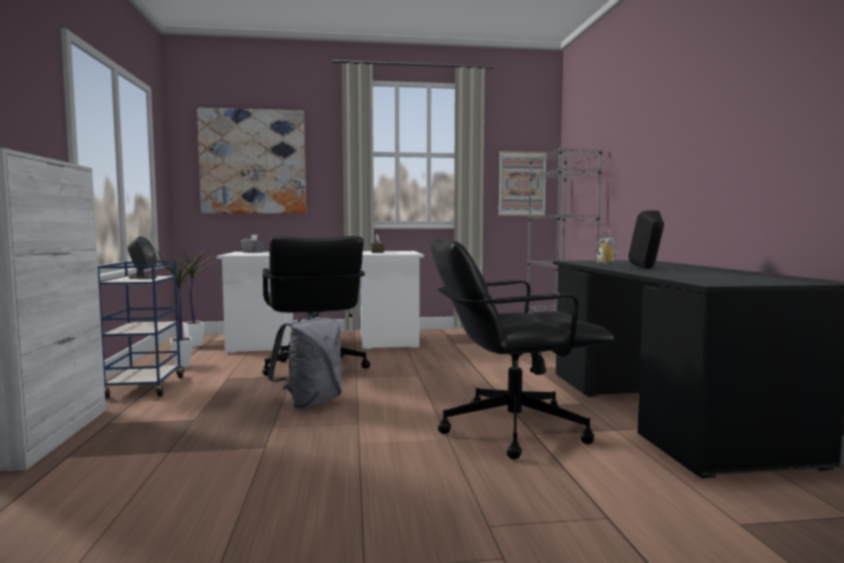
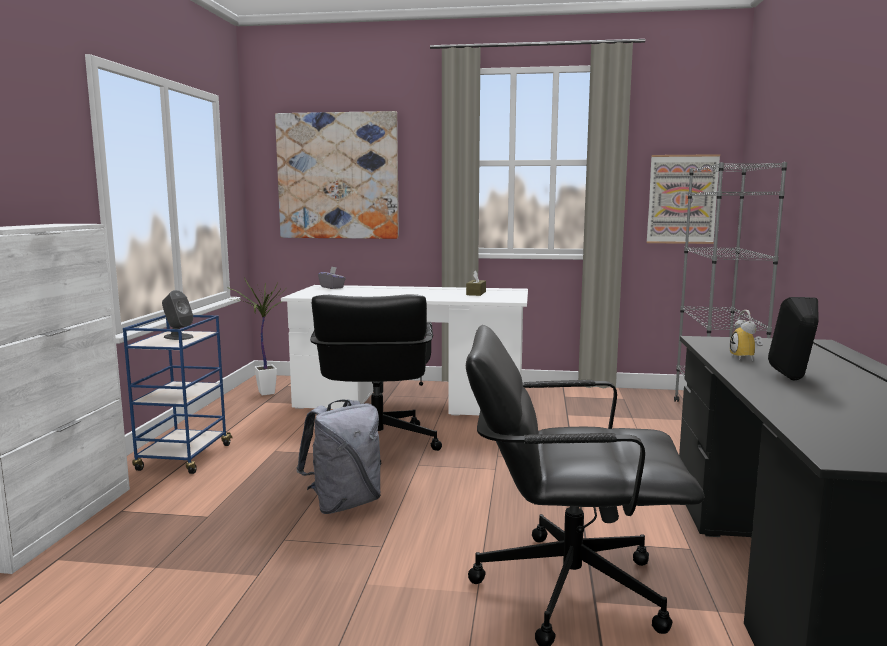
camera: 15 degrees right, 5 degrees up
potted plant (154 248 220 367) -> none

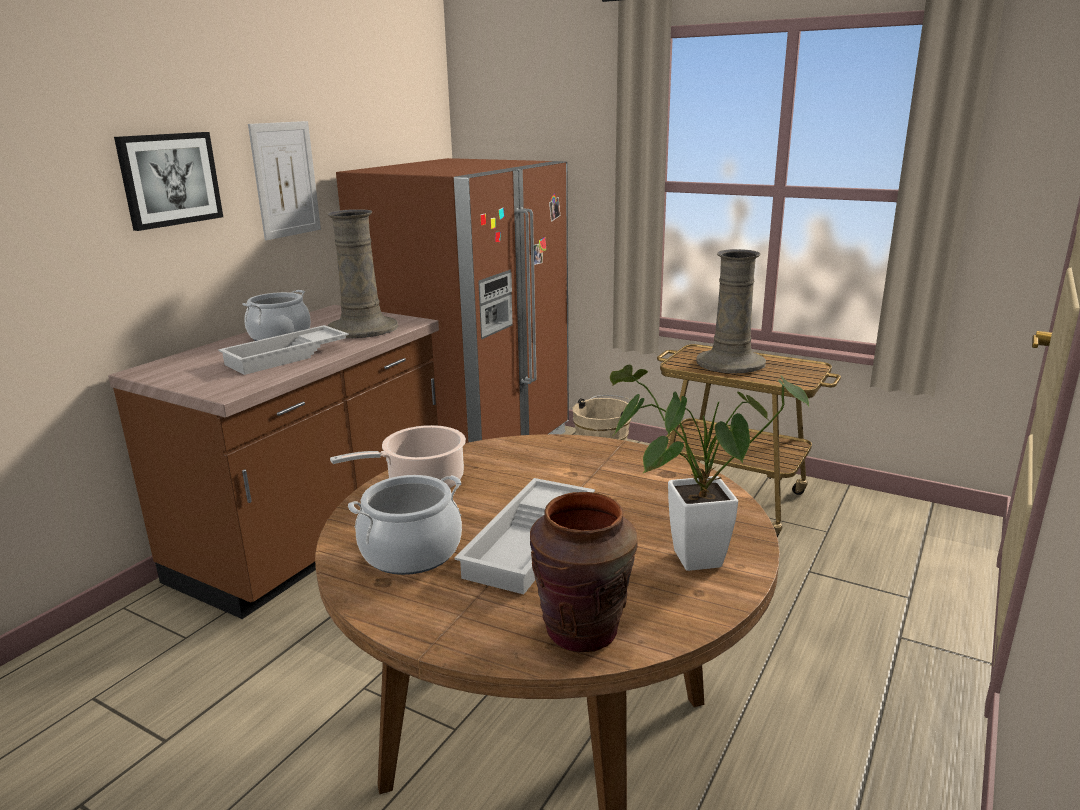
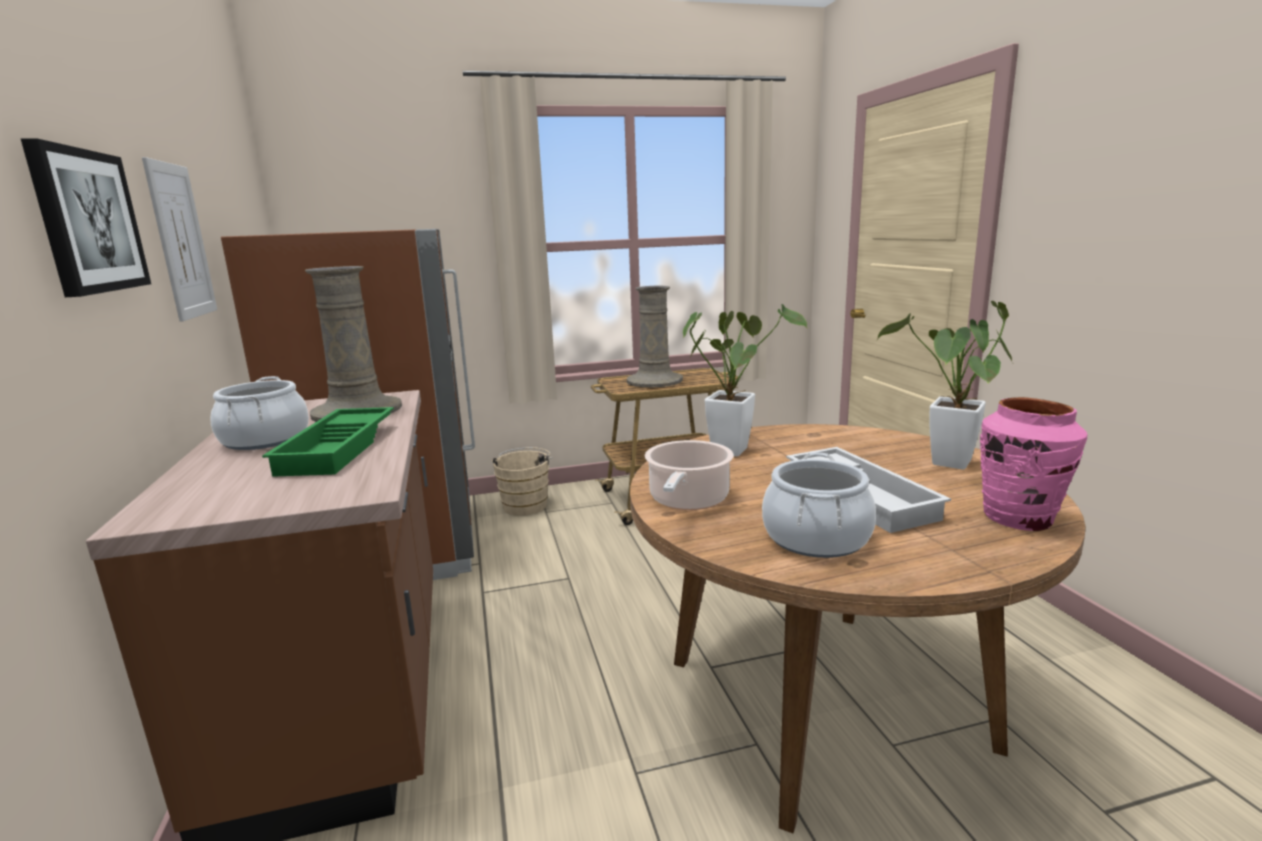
camera: 45 degrees left, 5 degrees down
tray (white) (218 325 349 375) -> tray (greenish) (262 407 394 477)
decorative vase (brown-coloured) (530 492 638 652) -> decorative vase (pinkish) (980 397 1087 531)
none -> potted plant (683 304 808 456)

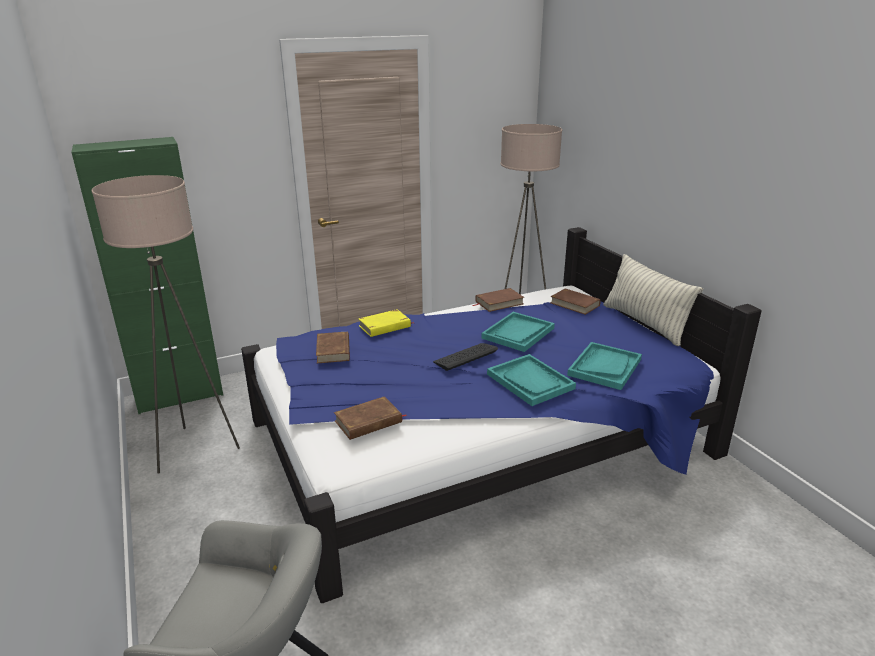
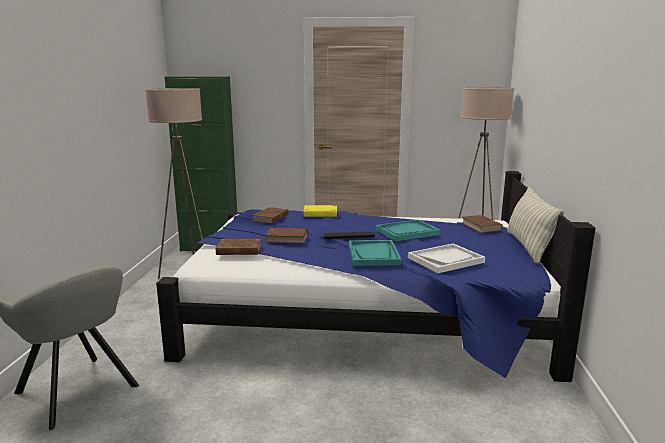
camera: 30 degrees right, 10 degrees down
bound book (brown-coloured) (473 288 525 312) -> bound book (brown-coloured) (262 228 308 243), move
tray (turquoise) (567 342 642 390) -> tray (white) (408 244 485 273)

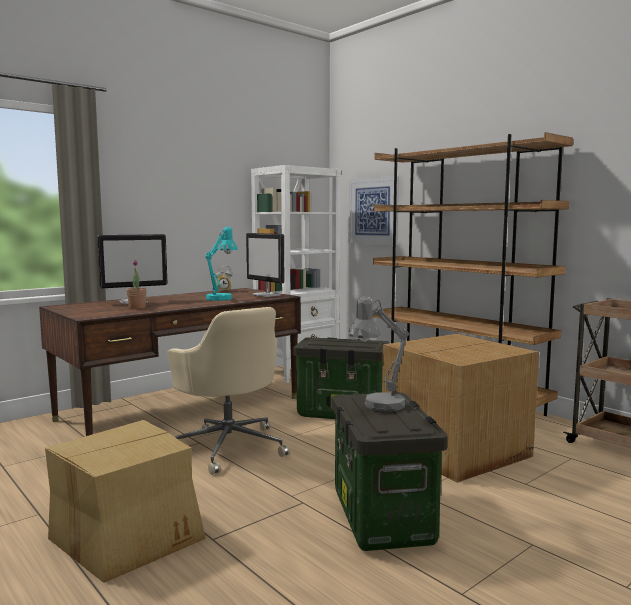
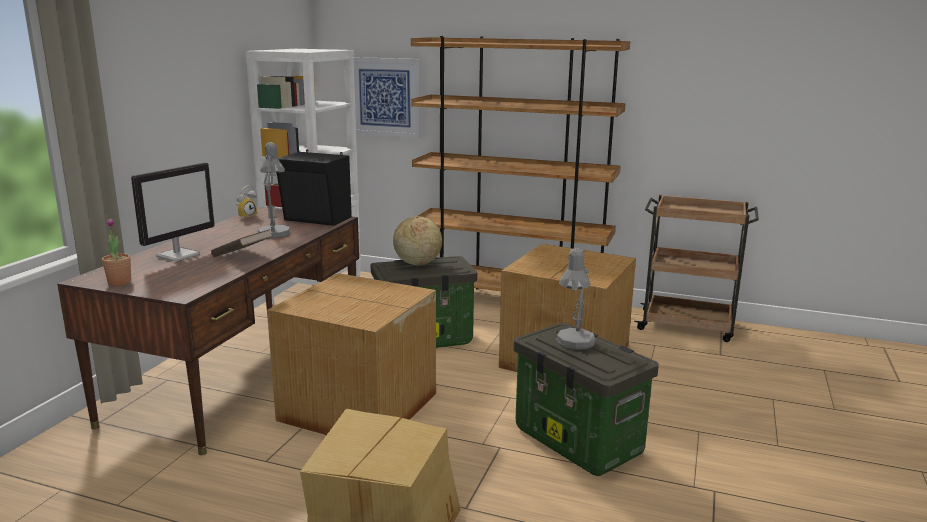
camera: 30 degrees left, 10 degrees up
potted plant (127 260 146 309) -> potted plant (102 218 131 285), move
office chair (beige-coloured) (167 307 290 475) -> carton (267 273 436 435)
lamp for a table (turquoise) (205 227 238 301) -> lamp for a table (gray) (258 142 291 239)
computer screen (246 233 284 297) -> speaker (blackish) (277 150 352 226)
none -> bound book (brown-coloured) (211 229 273 257)
none -> globe (393 216 442 265)

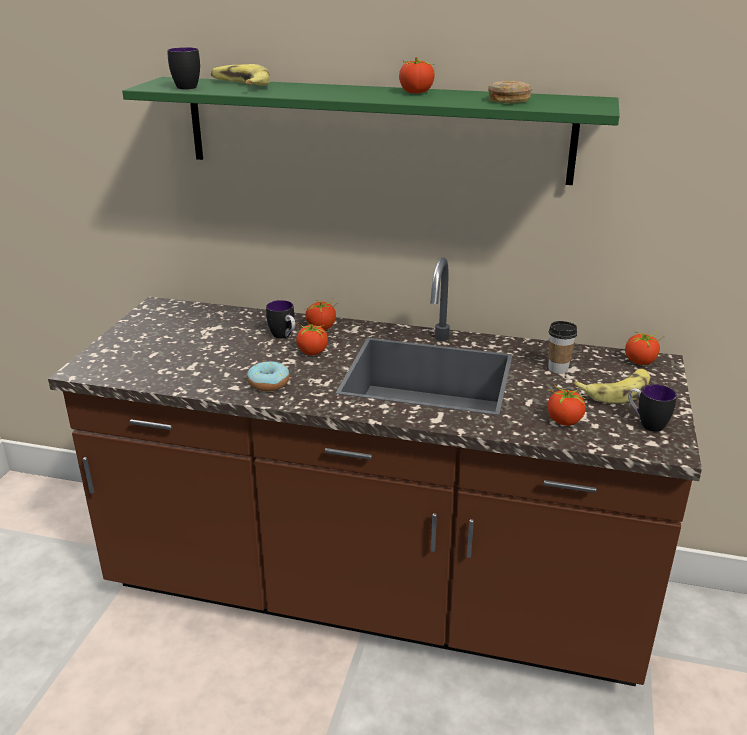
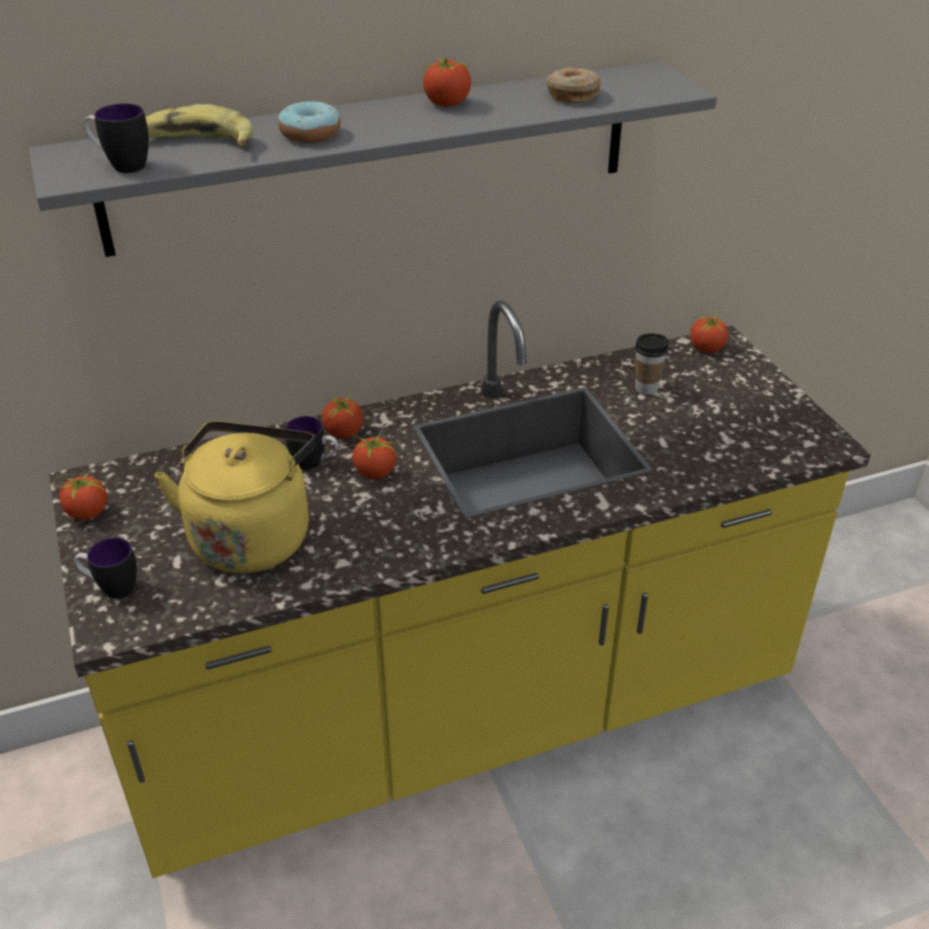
camera: 35 degrees left, 10 degrees up
kitchen counter (brown-coloured) (48 257 702 686) -> kitchen counter (yellow-coloured) (49 301 871 878)
bracket shelf (greenish) (122 77 620 185) -> bracket shelf (gray) (29 61 717 257)
ring doughnut (247 361 290 391) -> ring doughnut (278 100 341 143), move
whole tomato (548 383 588 426) -> whole tomato (53 471 107 520), move
banana (573 369 650 403) -> none
tea mug (628 384 677 432) -> tea mug (74 538 137 599), move
none -> water kettle (yellow-coloured) (155 421 316 573)

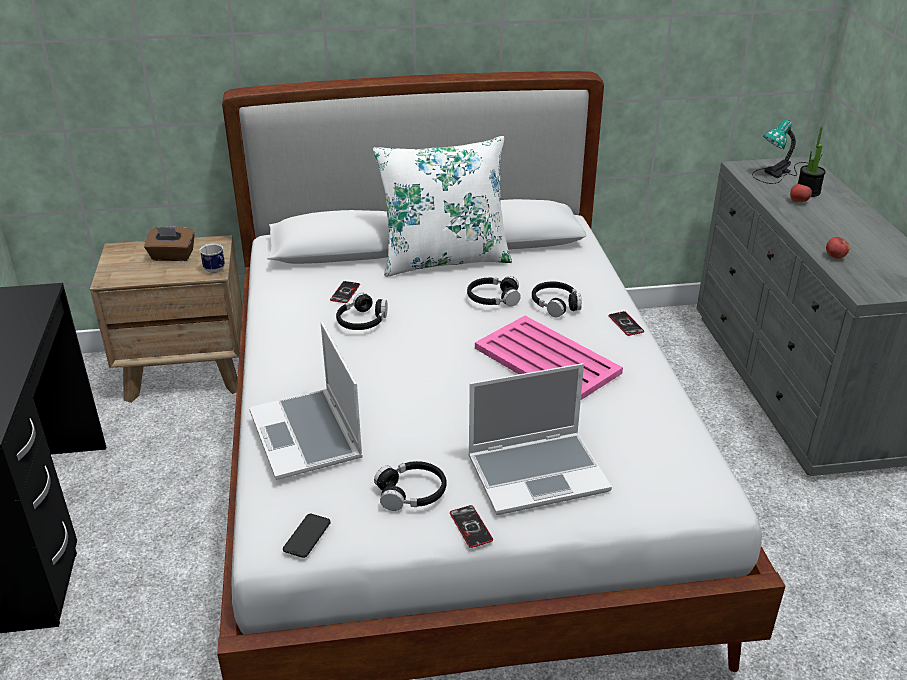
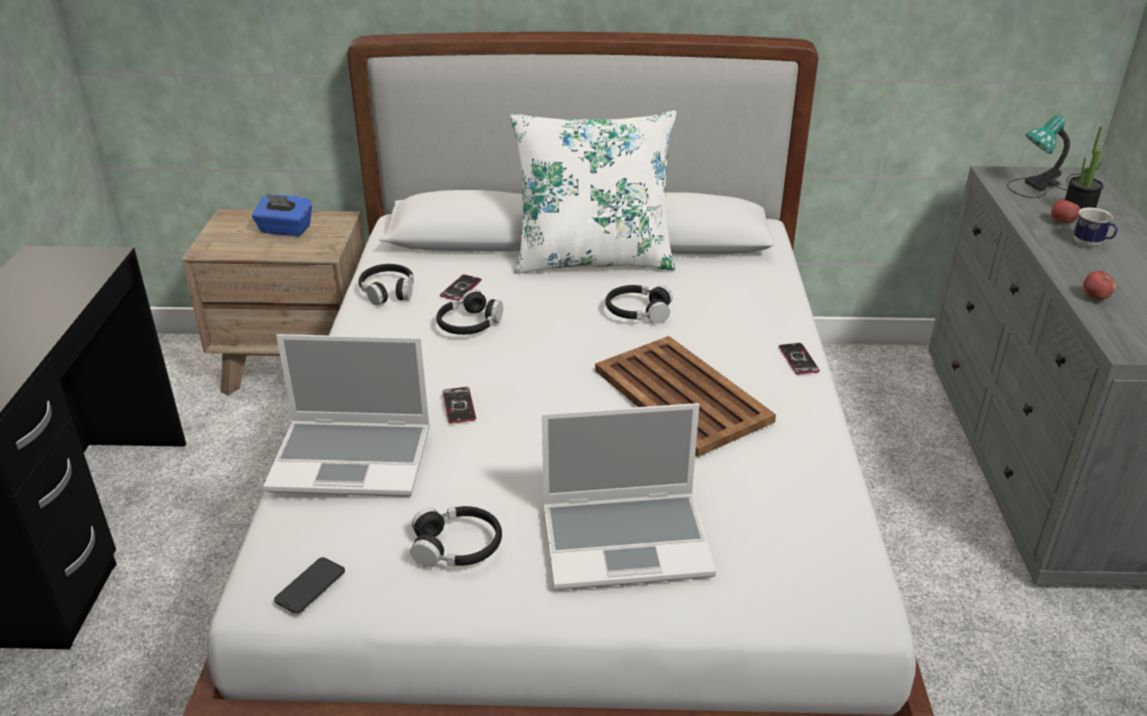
camera: 10 degrees right, 0 degrees up
tissue box (brown-coloured) (144 226 195 261) -> tissue box (blue) (252 194 312 236)
tea mug (199 243 225 273) -> tea mug (1073 208 1118 248), move
notebook computer (249 322 363 480) -> notebook computer (263 334 430 497), 75 degrees counterclockwise
handset (450 505 493 548) -> handset (443 387 476 423), move
tray (pinkish) (475 316 623 400) -> tray (brown-coloured) (595 336 776 457)
headphones (blackish) (532 282 582 317) -> headphones (blackish) (358 264 414 306), move

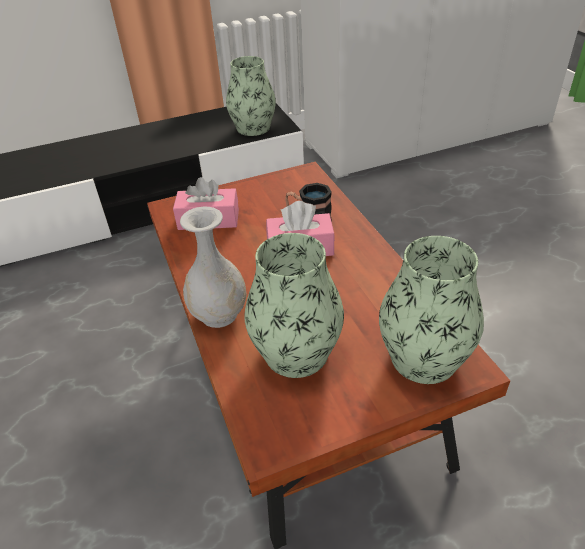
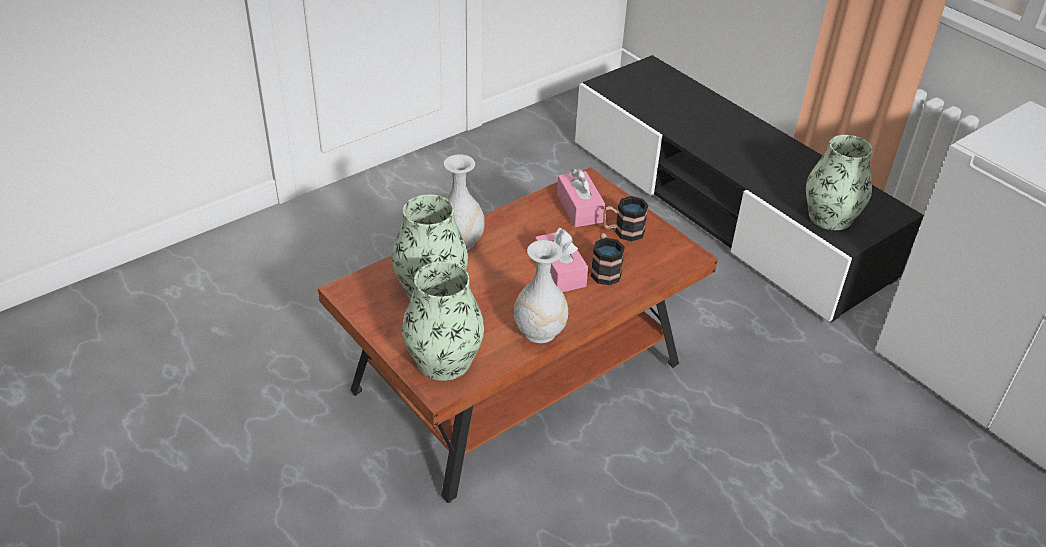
camera: 70 degrees right, 0 degrees up
none -> decorative vase (white) (514 240 569 343)
none -> tea mug (603 196 649 241)

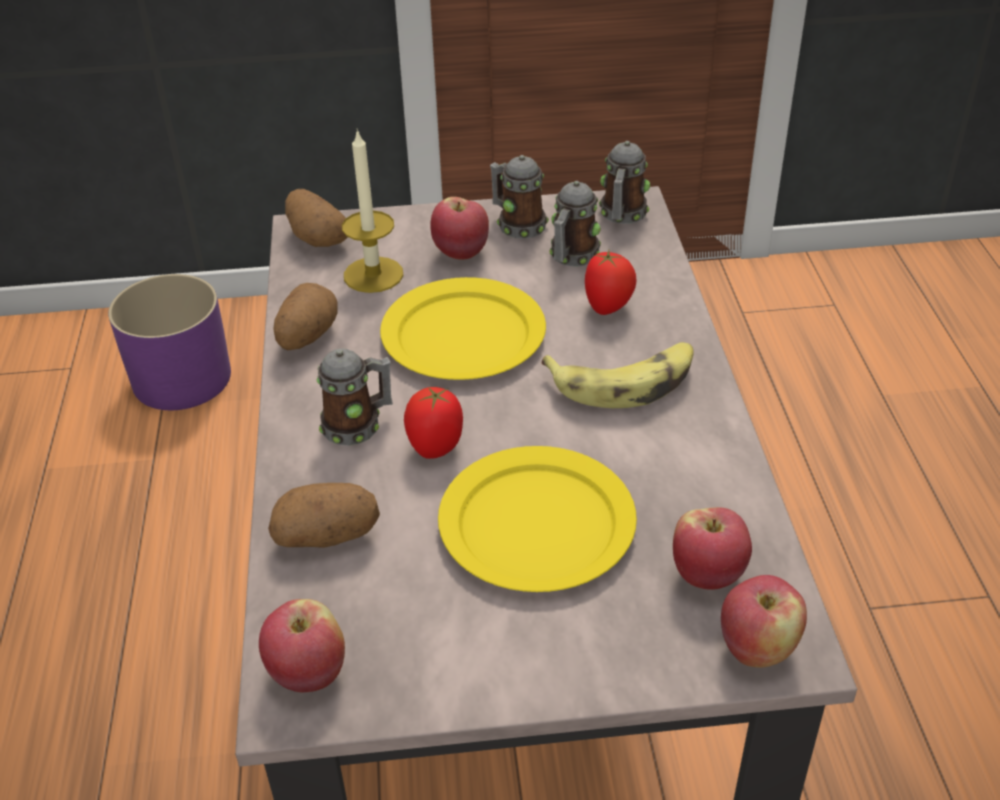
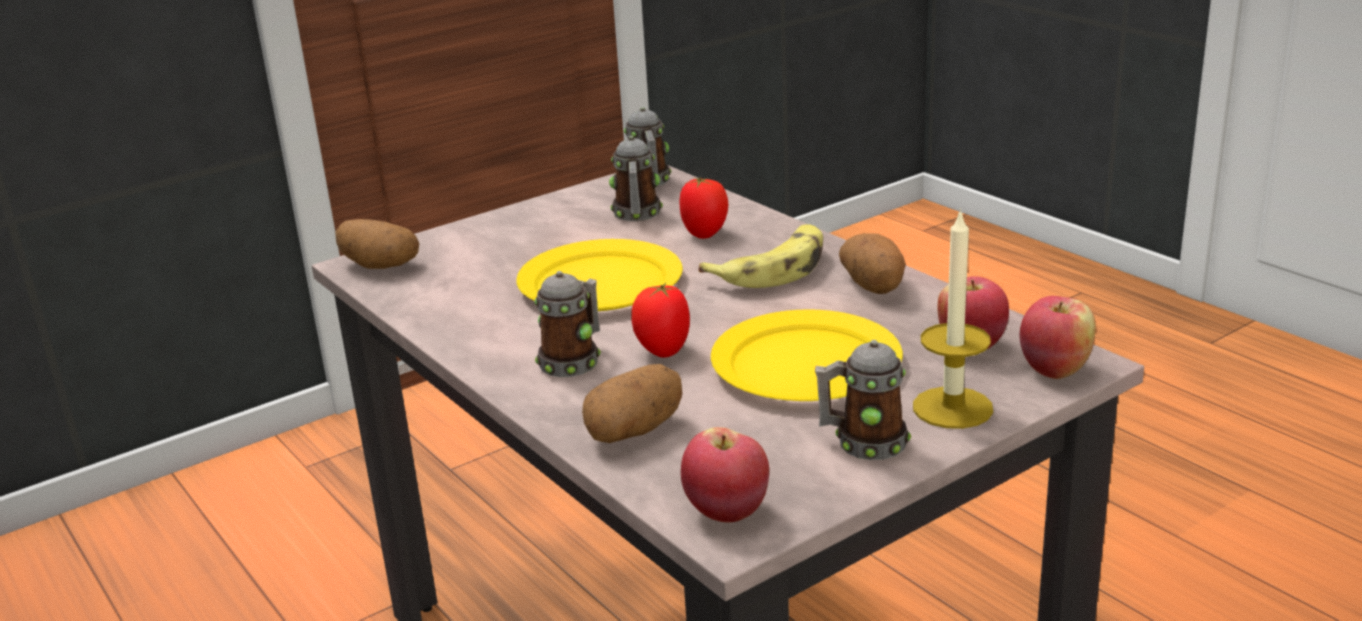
camera: 30 degrees left, 15 degrees down
planter (purple) (108 274 231 410) -> none
potato (273 283 338 351) -> potato (839 233 906 294), move
wax candle (342 129 403 293) -> wax candle (913 208 993 429), move
apple (430 197 489 260) -> none
tea mug (490 155 549 239) -> tea mug (815 340 911 460), move

